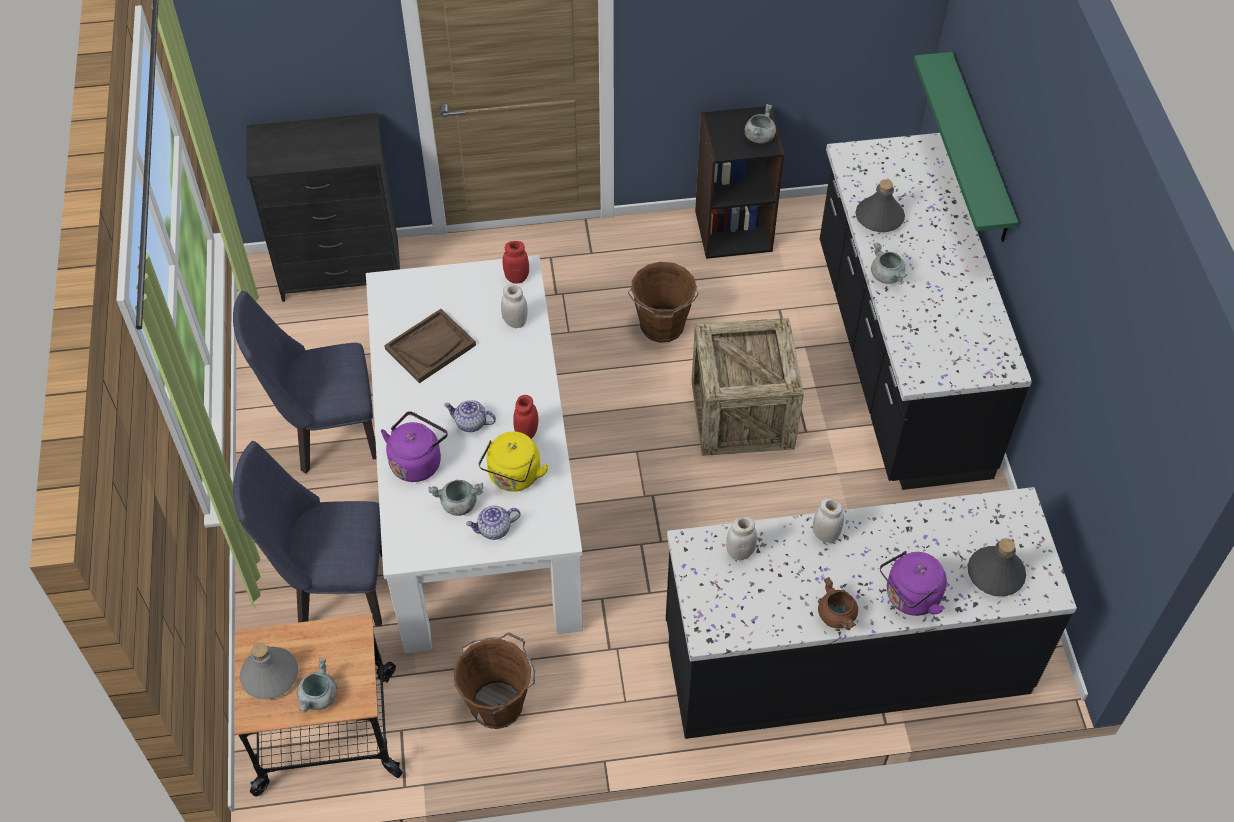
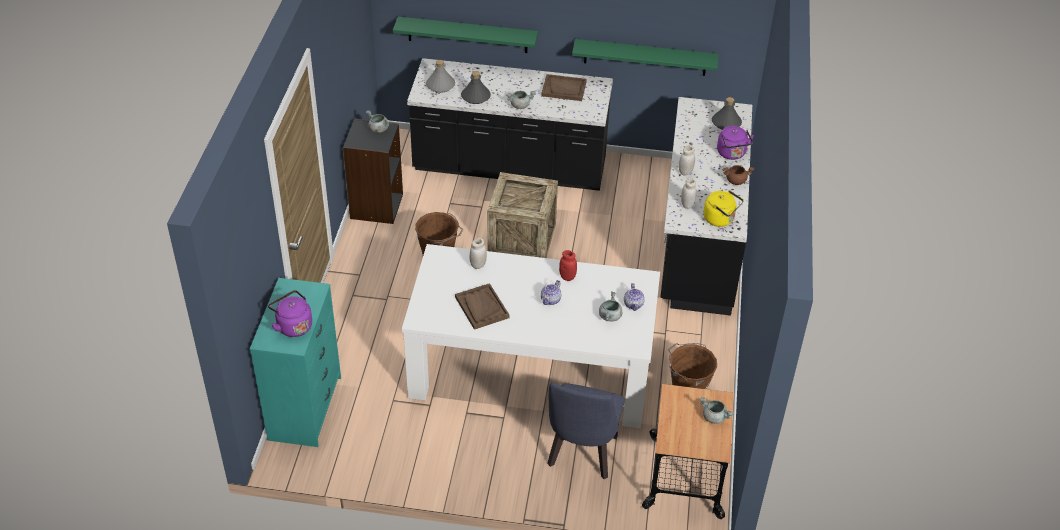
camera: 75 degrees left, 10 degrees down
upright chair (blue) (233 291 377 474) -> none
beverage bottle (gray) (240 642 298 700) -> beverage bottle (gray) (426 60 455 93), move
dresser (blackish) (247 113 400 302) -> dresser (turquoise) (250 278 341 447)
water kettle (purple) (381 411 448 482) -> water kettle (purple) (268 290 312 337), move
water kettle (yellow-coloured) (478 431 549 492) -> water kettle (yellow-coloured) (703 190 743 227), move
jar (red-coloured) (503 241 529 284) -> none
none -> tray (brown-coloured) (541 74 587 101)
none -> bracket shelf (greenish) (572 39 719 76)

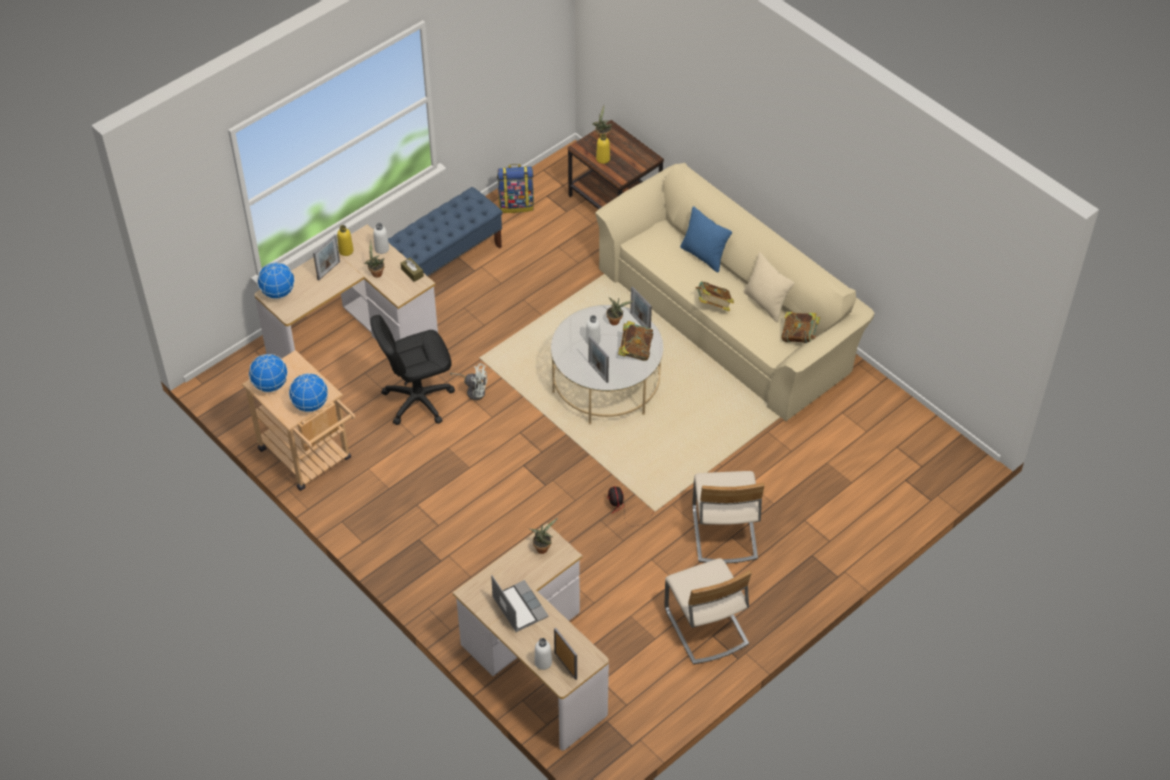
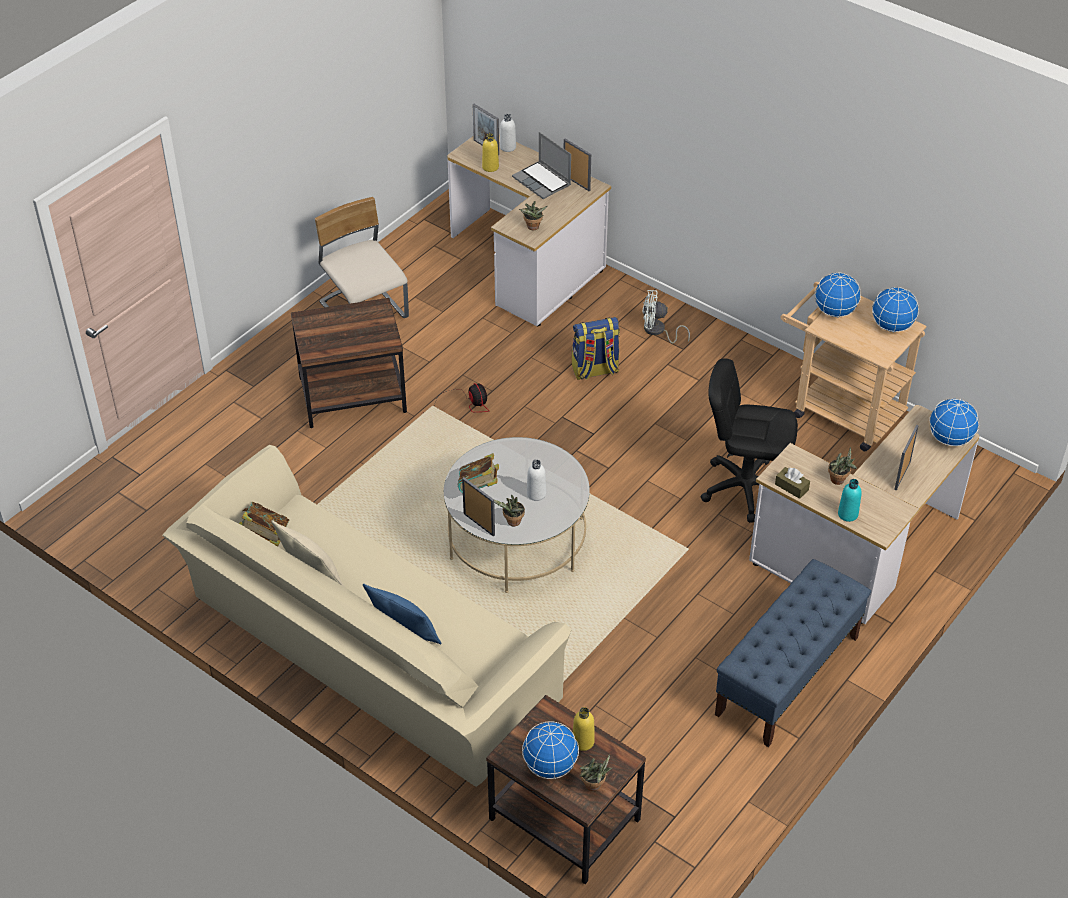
camera: 170 degrees right, 5 degrees down
beverage bottle (yellow-coloured) (337 225 354 256) -> beverage bottle (yellow-coloured) (482 133 499 172), move
office chair (blackish) (370 315 455 425) -> office chair (blackish) (701 358 798 523), 135 degrees counterclockwise
beverage bottle (white) (373 223 389 254) -> beverage bottle (turquoise) (838 479 862 522)
electric fan (white) (450 363 487 400) -> electric fan (white) (643 290 690 343), move
rucksack (497 164 534 213) -> rucksack (572 317 620 380), move
photo frame (588 336 609 383) -> photo frame (564 139 591 191), move
upright chair (beige-coloured) (692 471 765 563) -> side table (brown-coloured) (291 298 407 428)
bound book (695 281 734 311) -> none
none -> globe (522 721 579 779)

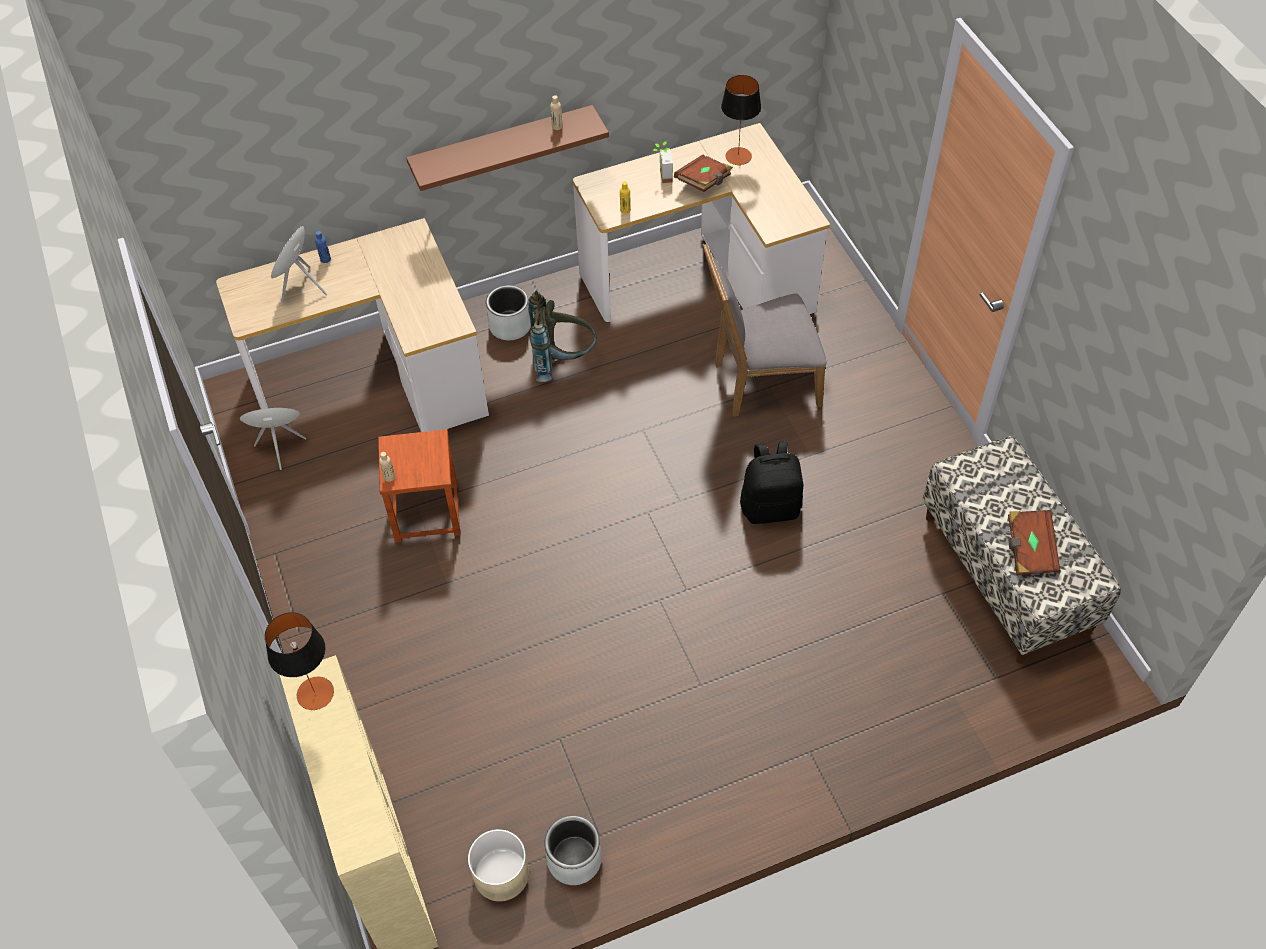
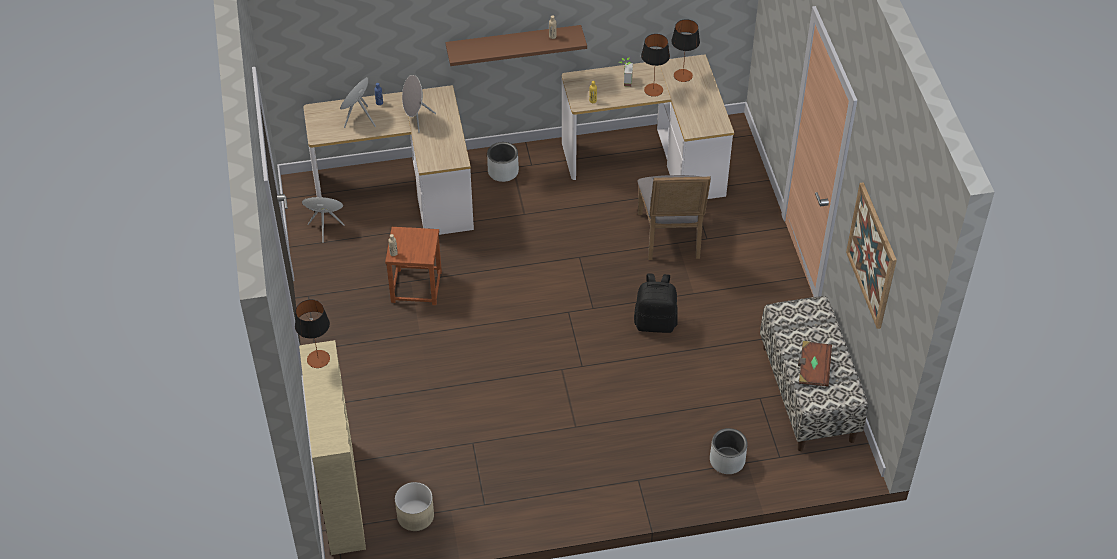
camera: 10 degrees right, 5 degrees down
rucksack (gray) (528 291 597 382) -> none
planter (gray) (544 816 602 885) -> planter (gray) (710 428 748 474), move
bound book (brown-coloured) (674 155 733 192) -> lamp for a table (641 34 670 97)
upright chair (gray) (703 243 827 417) -> upright chair (gray) (638 175 711 260), 90 degrees counterclockwise
none -> speaker (gray) (402 75 436 133)
none -> picture (846 182 897 329)

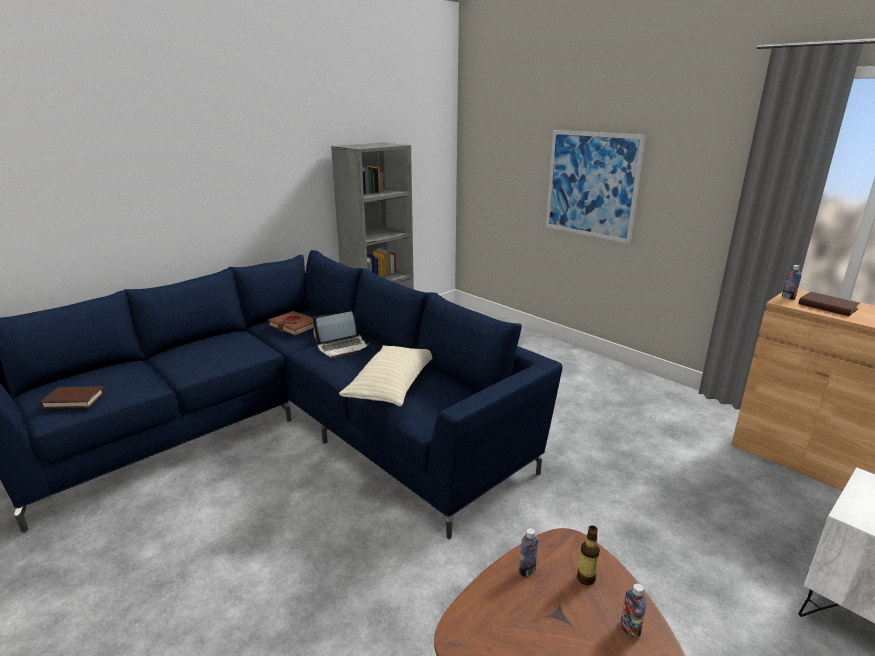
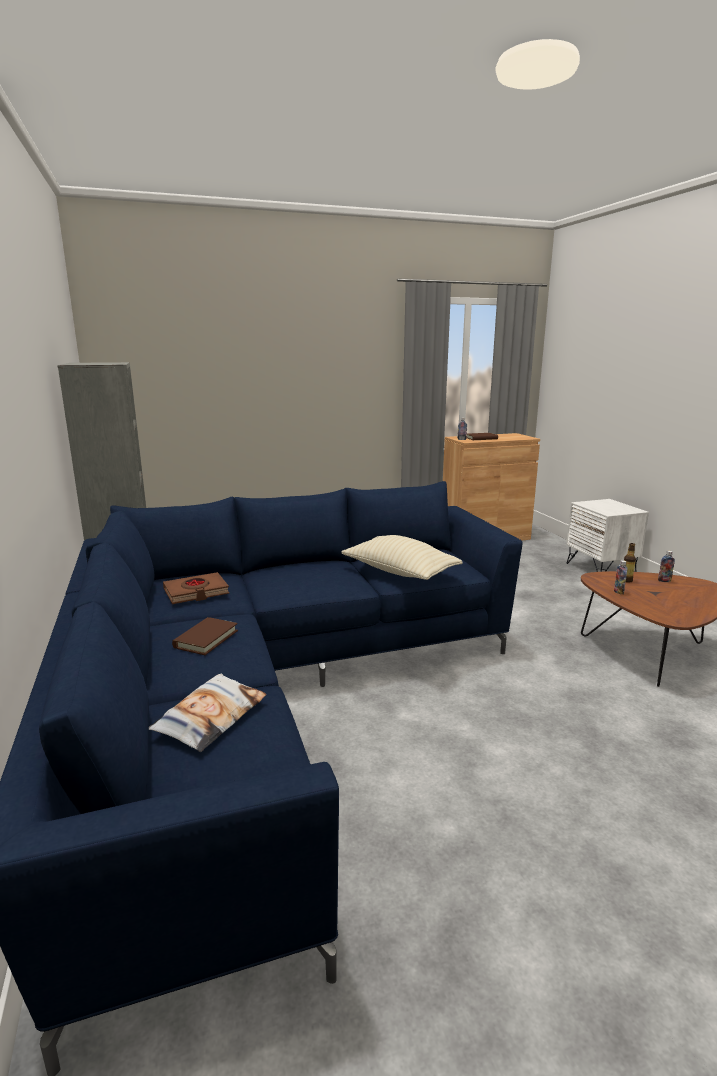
camera: 65 degrees left, 5 degrees down
bound book (brown-coloured) (39 386 105 409) -> bound book (brown-coloured) (172 617 238 655), move
notebook computer (313 311 369 358) -> none
picture (546 130 646 244) -> none
none -> cushion (149 674 267 752)

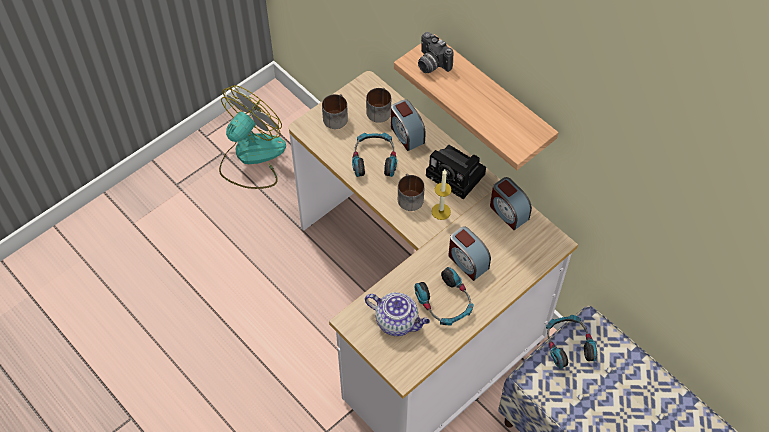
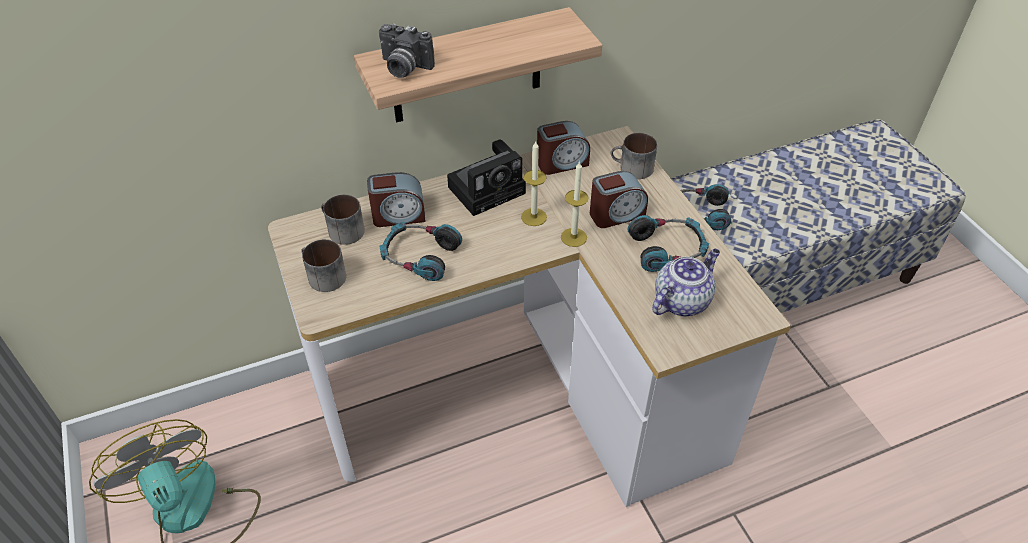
camera: 70 degrees left, 10 degrees down
tea mug (398 174 425 211) -> tea mug (611 133 657 179), move
still camera (418 32 454 73) -> still camera (379 23 435 78), 45 degrees clockwise
none -> wax candle (561 161 589 247)

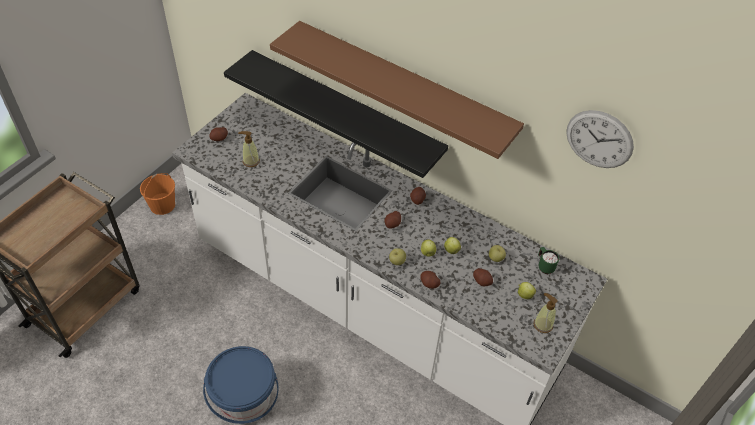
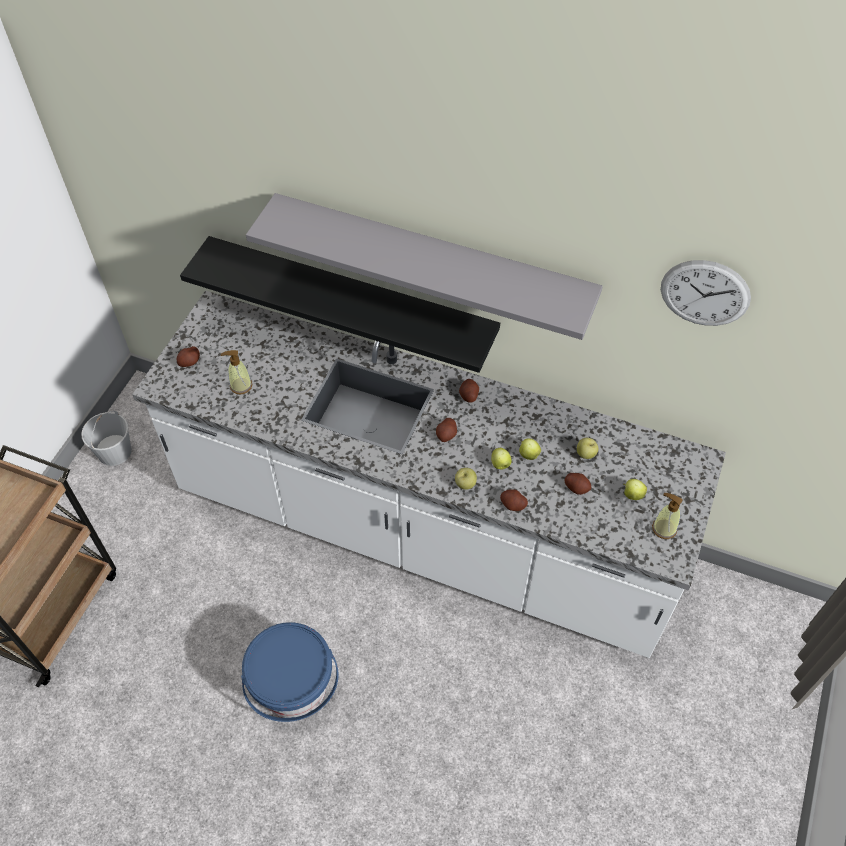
camera: 10 degrees left, 5 degrees up
water bucket (orange-coloured) (140 173 175 215) -> water bucket (white) (81 411 132 466)
bracket shelf (brown-coloured) (270 21 524 159) -> bracket shelf (gray) (246 193 603 340)
tea mug (greenish) (538 247 559 274) -> none

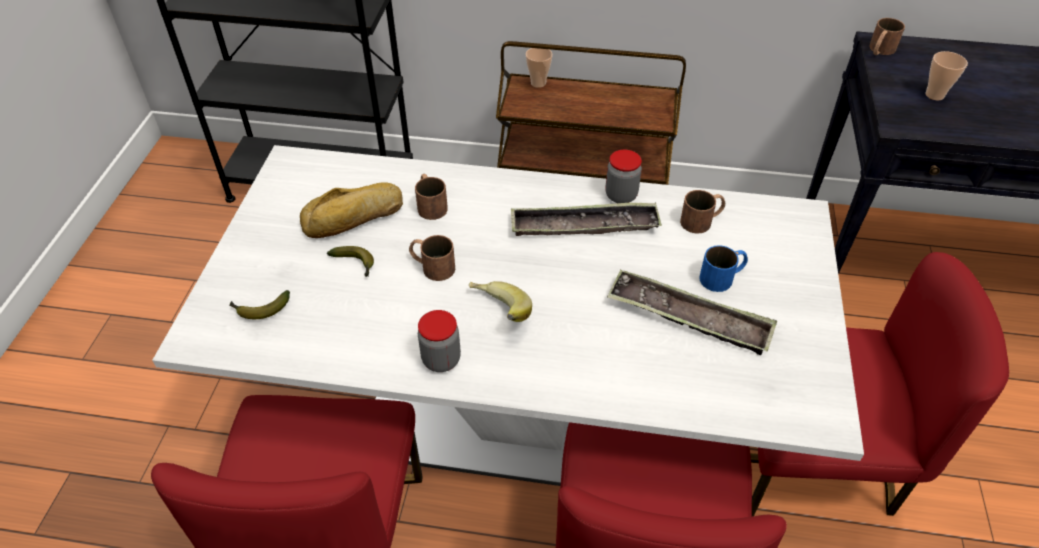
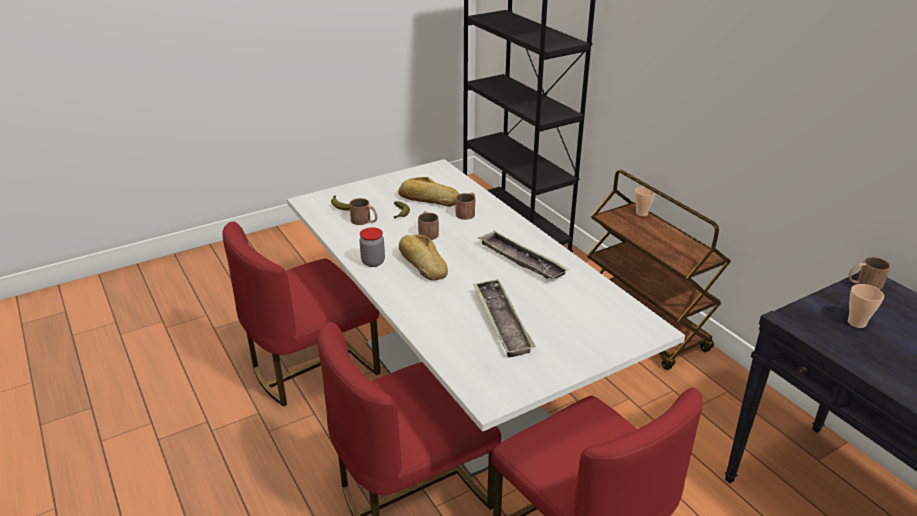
camera: 50 degrees right, 15 degrees down
banana (469 281 532 322) -> bread (399 235 448 280)
jar (606 150 642 203) -> none
tea mug (brown-coloured) (680 190 725 234) -> tea mug (brown-coloured) (349 198 378 225), move
tea mug (blue) (699 245 748 292) -> none

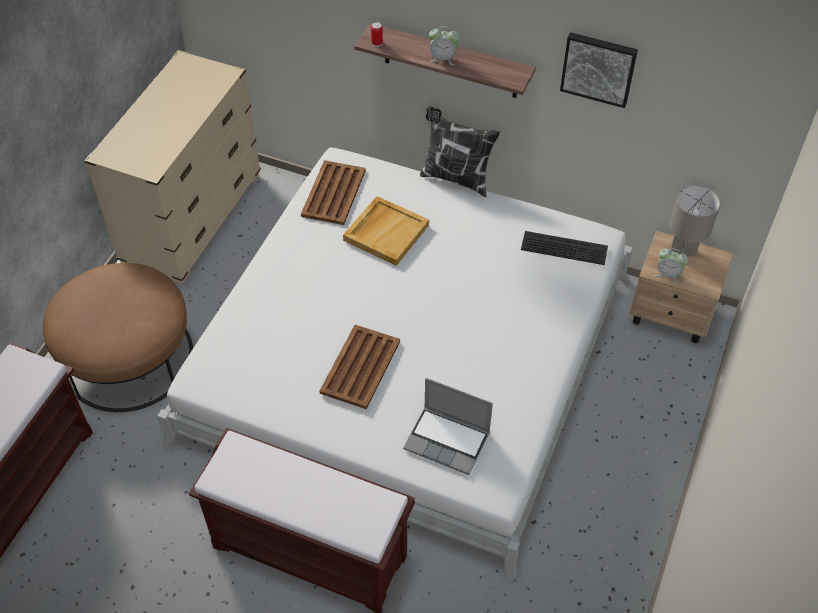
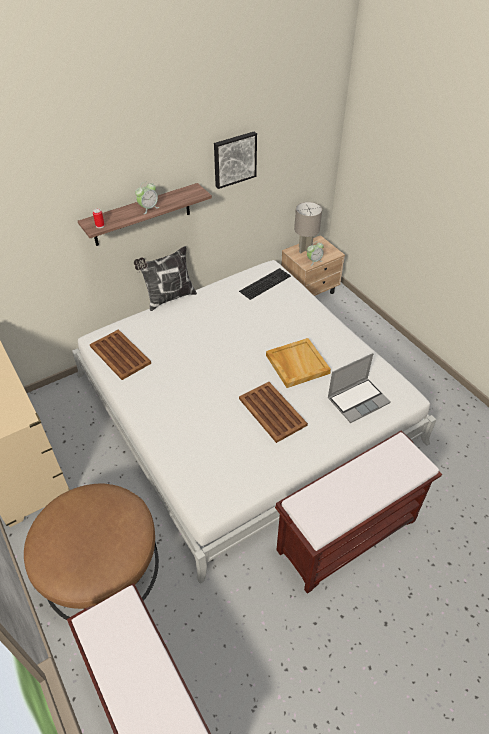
camera: 55 degrees left, 5 degrees down
tray (beige-coloured) (343 196 429 266) -> tray (beige-coloured) (266 338 331 388), move

